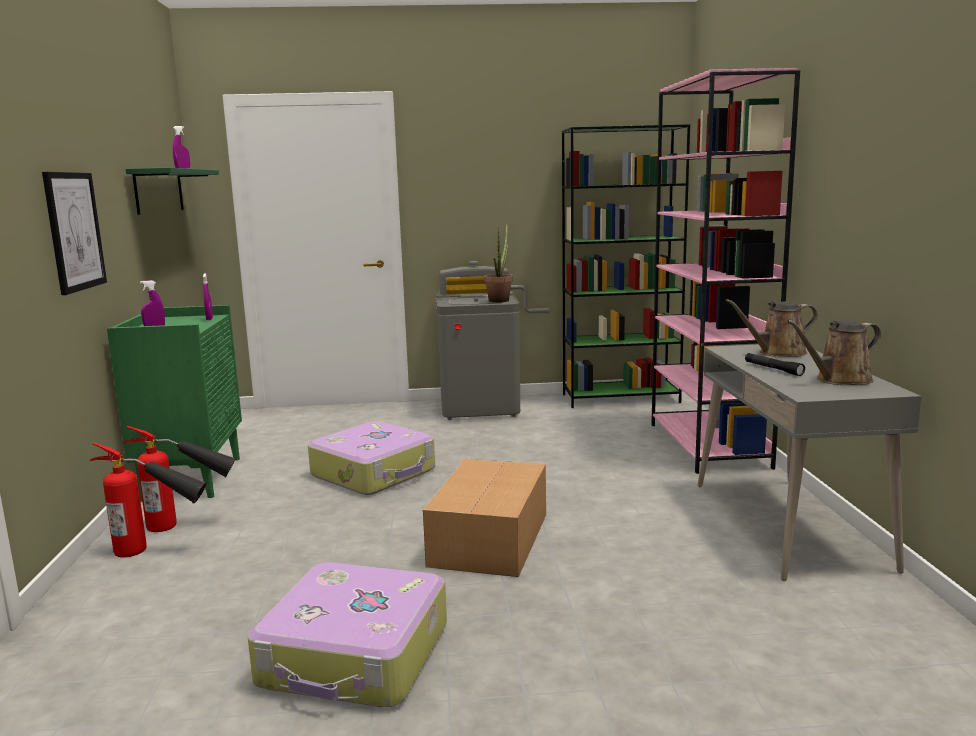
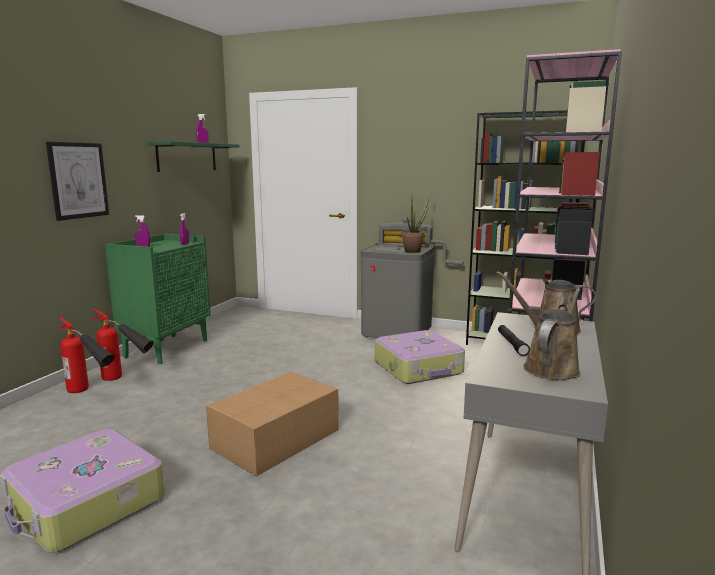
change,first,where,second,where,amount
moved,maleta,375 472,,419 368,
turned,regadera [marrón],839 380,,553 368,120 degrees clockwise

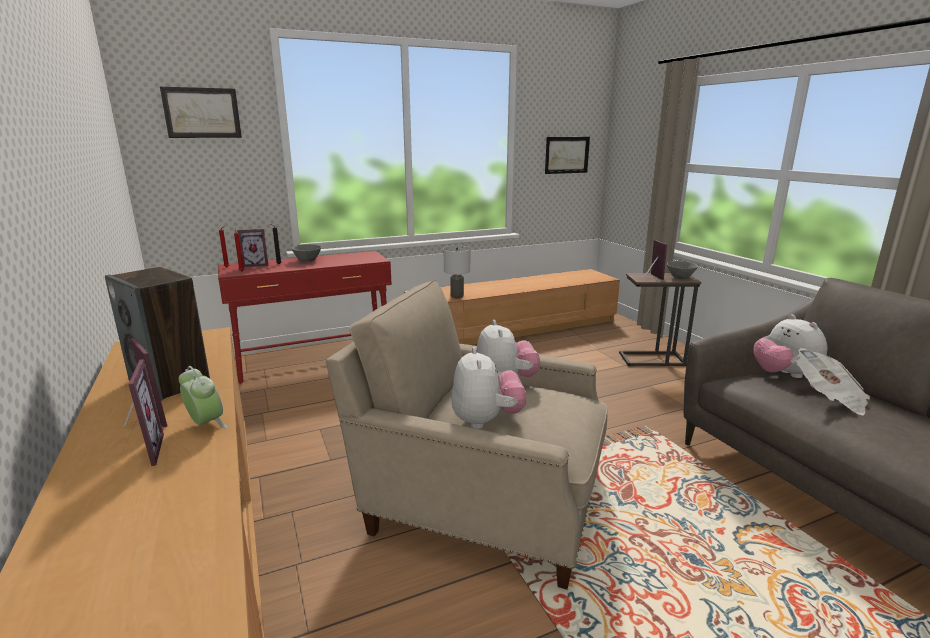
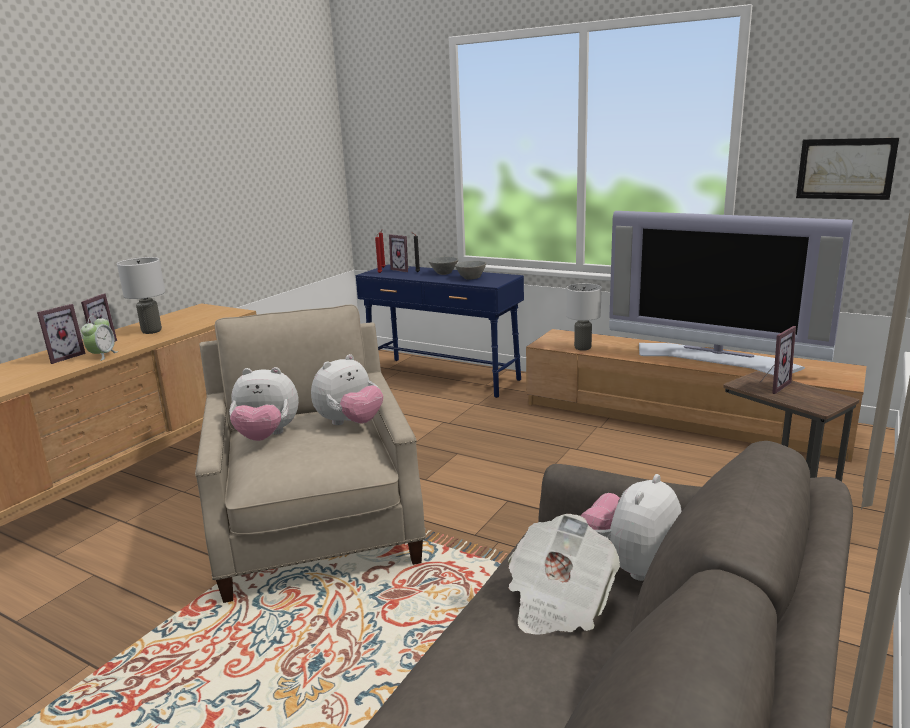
change,first,where,second,where,amount
removed,cuadro,202 113,,,
added,,,televisor,714 358,
moved,cuenco [gris],679 277,,470 278,
replaced,altavoz,170 382,lámpara de mesa [blanco],152 332,
recoloured,mesa consola [rojo],315 361,mesa consola [azul],442 378,
turned,peluche,486 421,,267 436,45 degrees clockwise

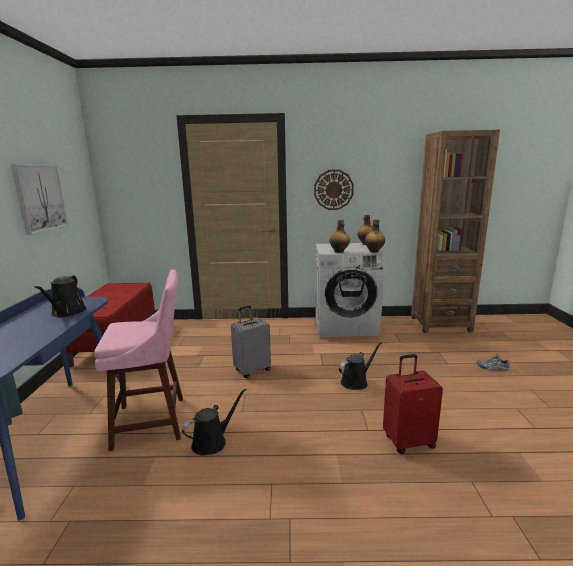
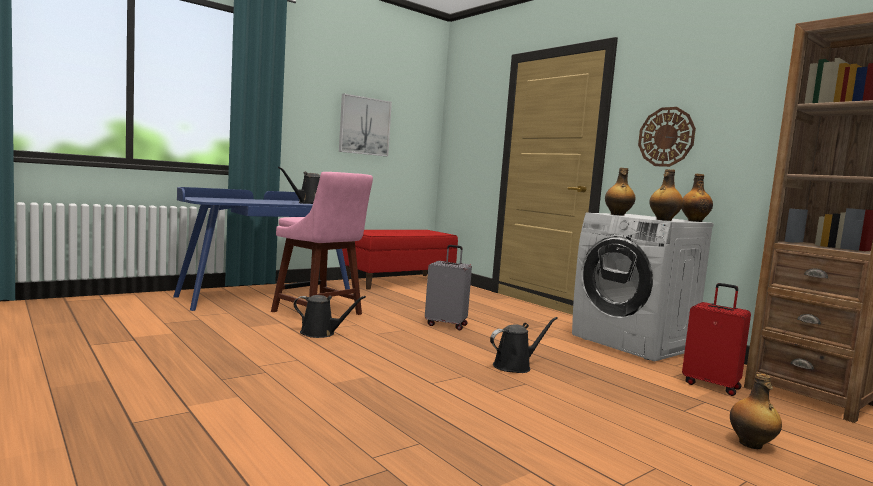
change,first,where,second,where,amount
moved,maleta [rojo],408 441,,711 385,
replaced,zapato,492 368,botella,751 444,
turned,regadera [negro],356 382,,515 366,45 degrees counterclockwise

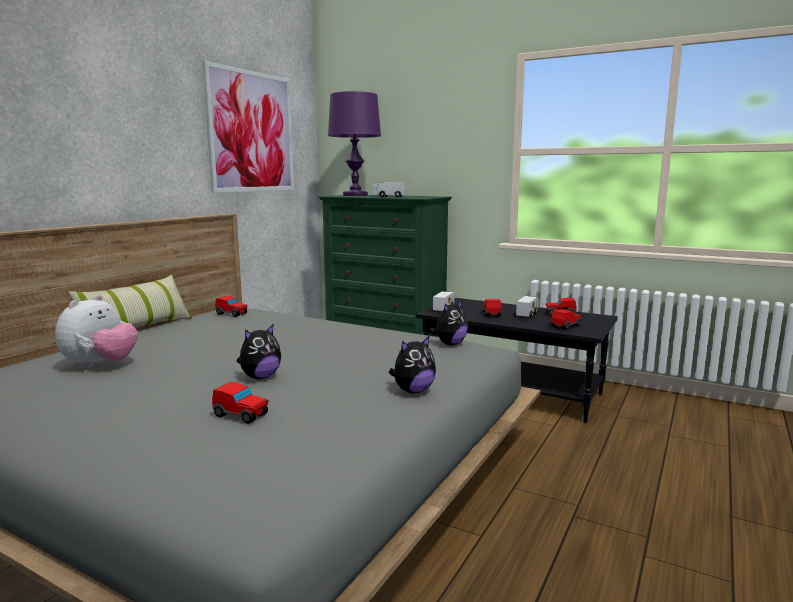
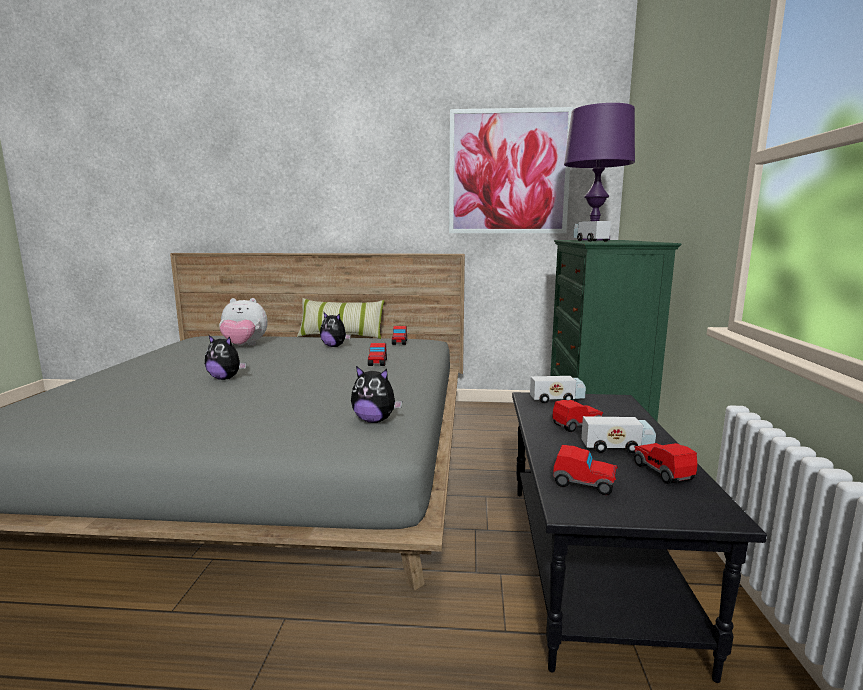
change,first,where,second,where,amount
moved,coche de juguete,241 415,,377 363,
moved,peluche,413 391,,334 346,

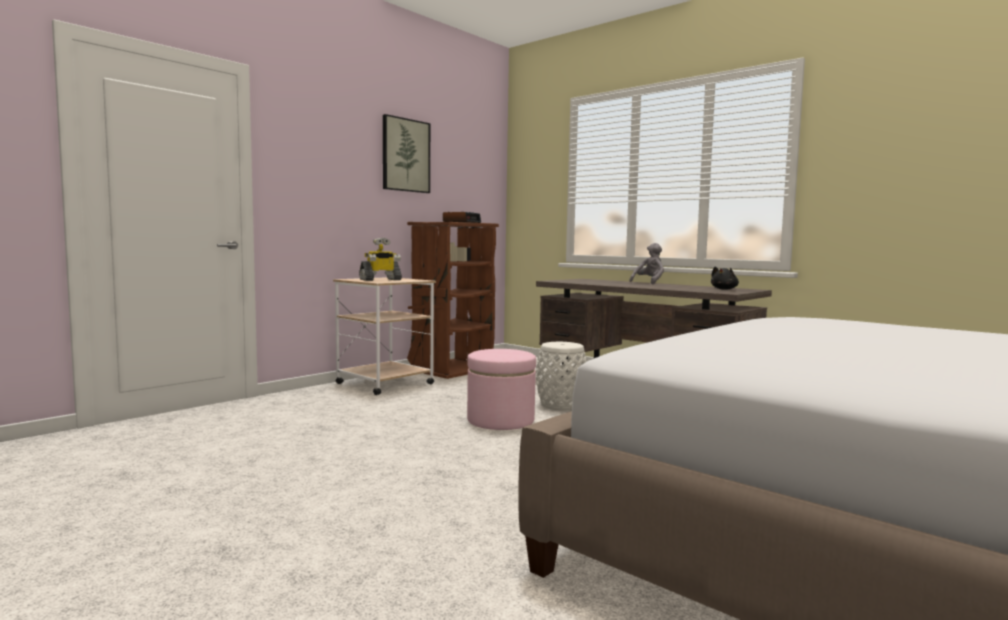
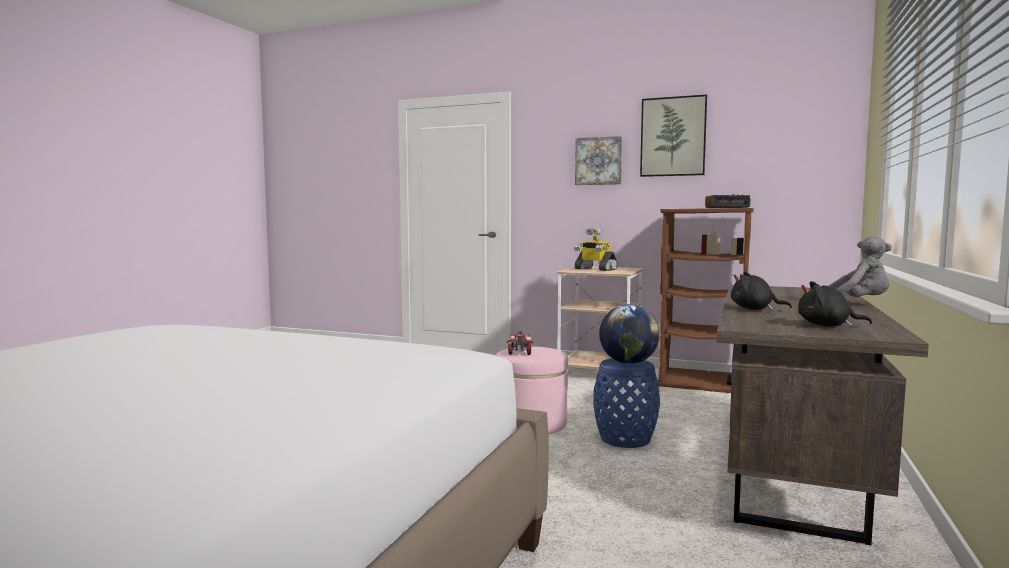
change,first,where,second,where,amount
added,,,coche de juguete,520 351,
added,,,cuadro,598 161,
added,,,globo terráqueo,628 363,
added,,,peluche [negro],755 309,
recoloured,taburete [blanco],560 405,taburete [azul],625 439,

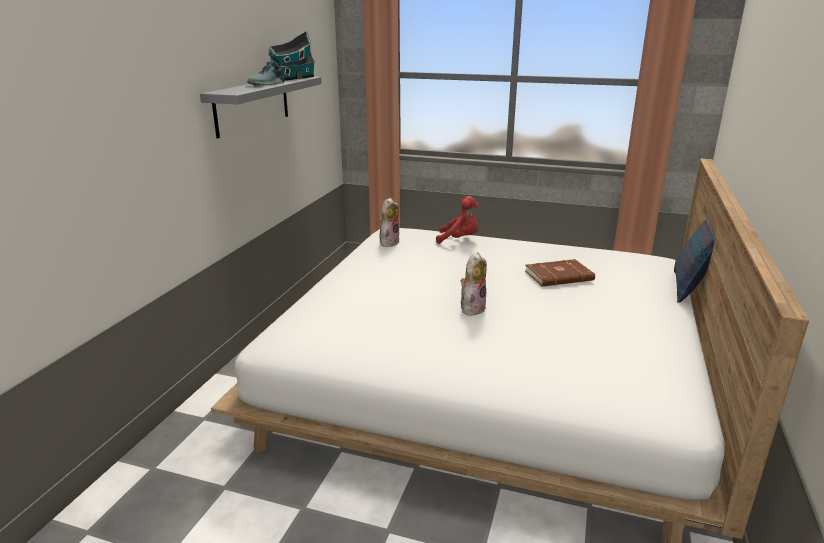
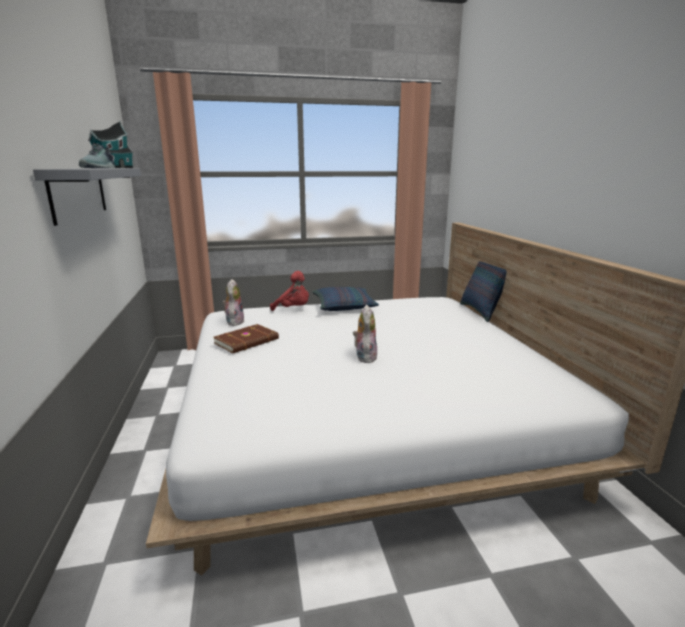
change,first,where,second,where,amount
added,,,cojín [azul],344 307,
moved,libro [marrón],560 276,,247 341,
turned,peluche [rojo],459 239,,293 309,45 degrees clockwise

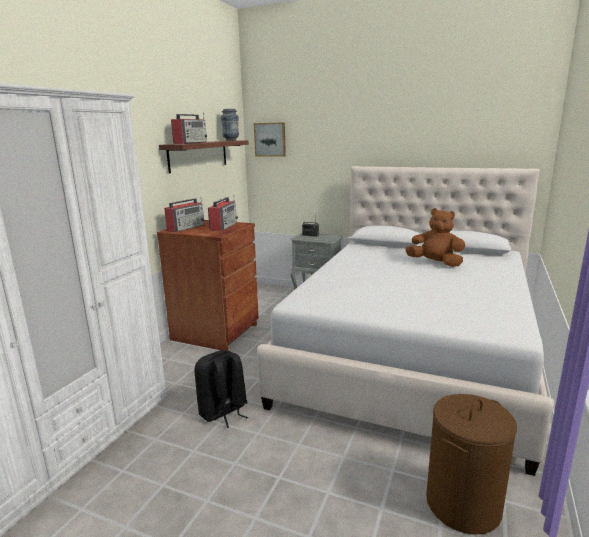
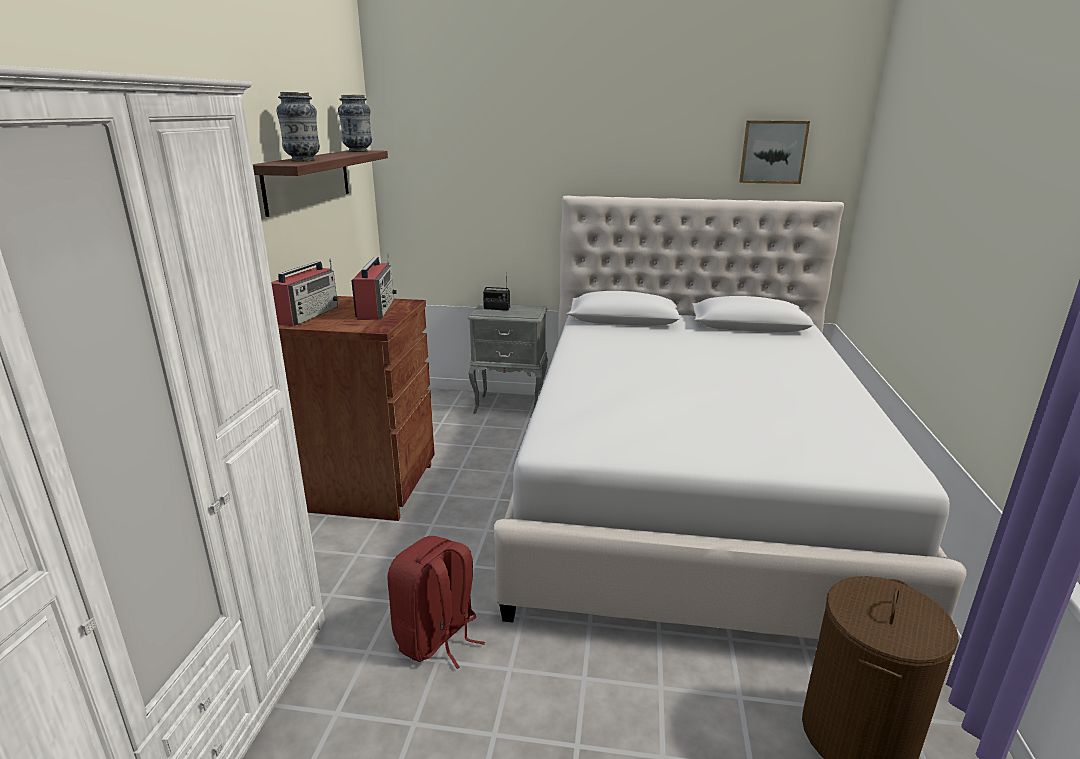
change,first,where,second,where,amount
removed,peluche [marrón],435 263,,,
moved,cuadro,270 139,,773 152,
replaced,radio,191 143,florero,303 160,
recoloured,mochila [negro],223 412,mochila [rojo],437 638,

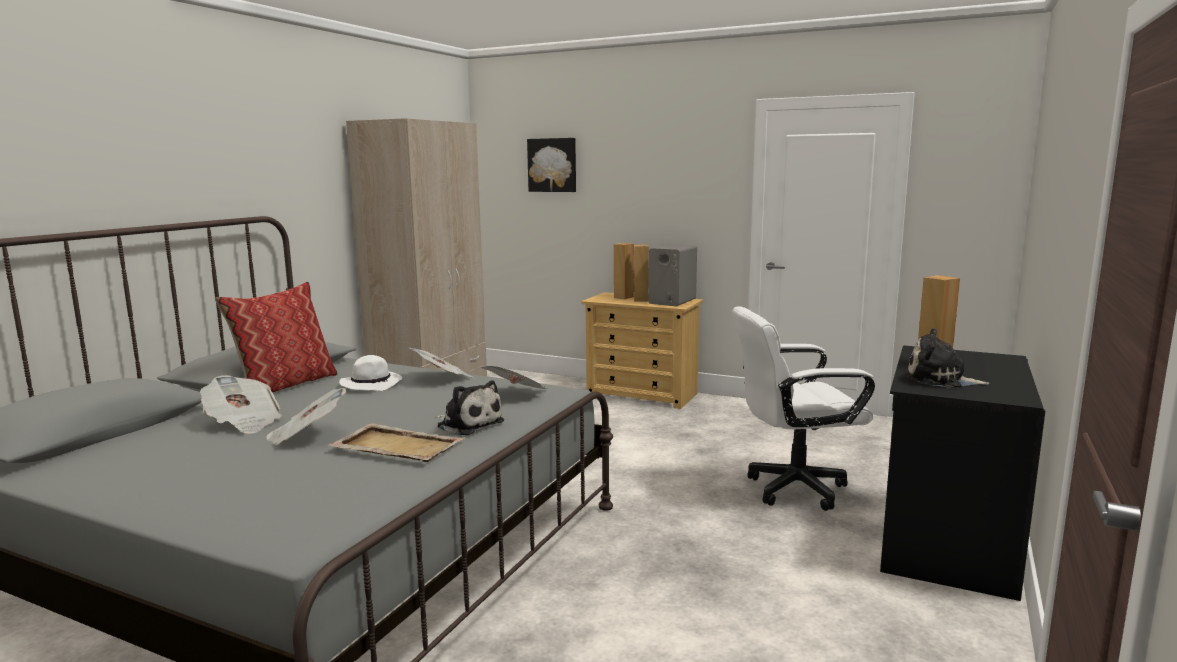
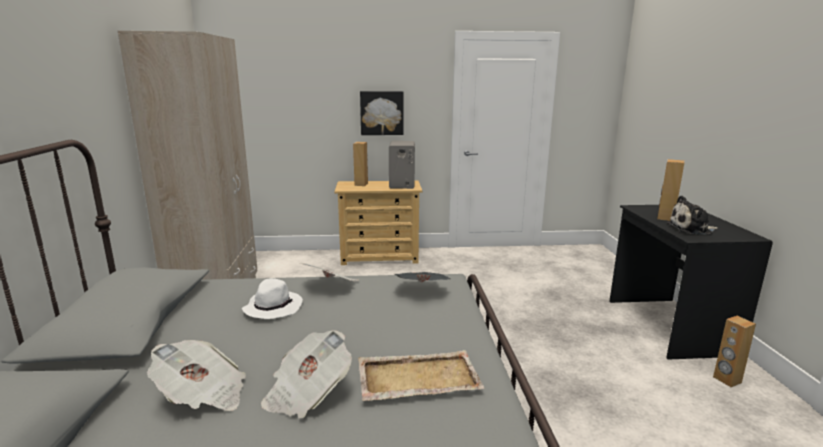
change,first,where,second,where,amount
removed,cojín,285 385,,,
removed,peluche,468 424,,,
removed,silla de oficina [blanco],791 491,,,
moved,cuadro,552 165,,381 113,
moved,altavoz [marrón],641 300,,726 380,

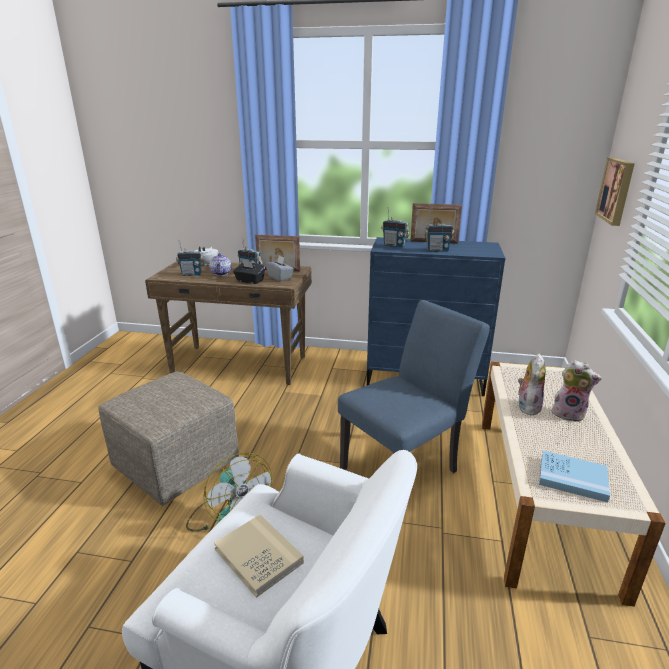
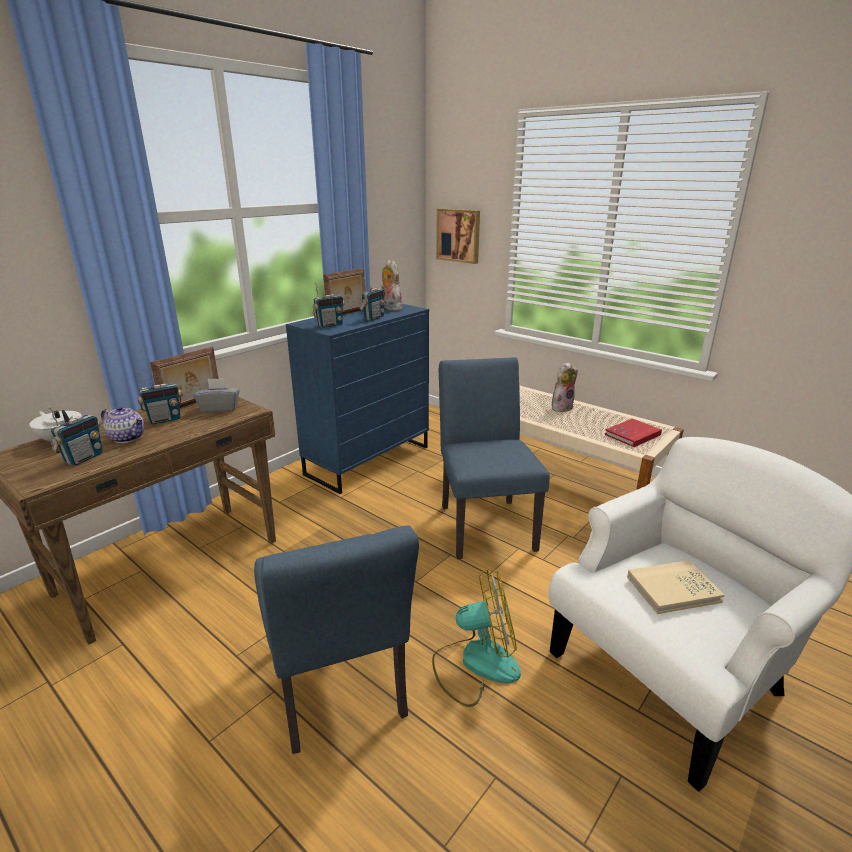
change,first,where,second,where,amount
removed,caja de pañuelos [negro],249 281,,,
moved,peluche,527 406,,390 308,
replaced,puf [beis],175 465,silla [azul],339 691,
recoloured,libro [azul],572 478,libro [rojo],632 435,

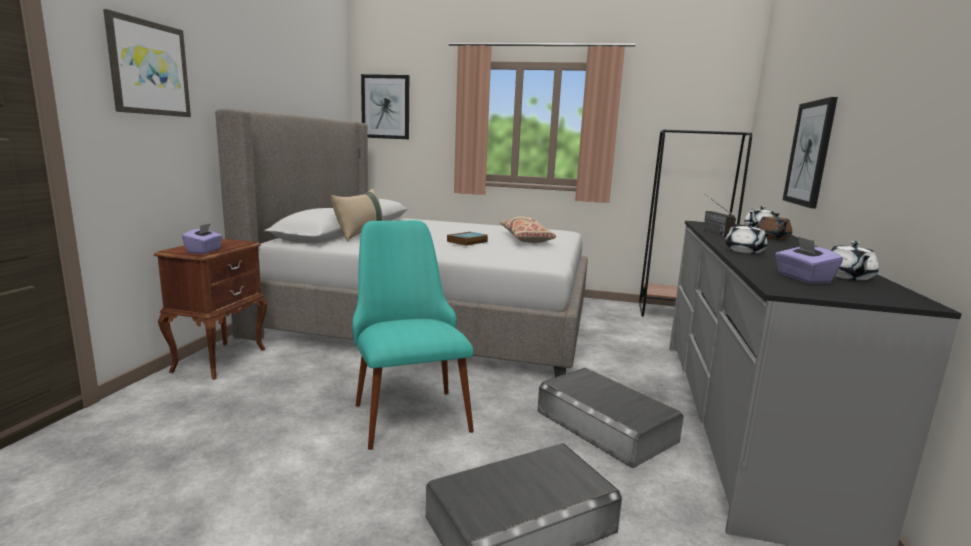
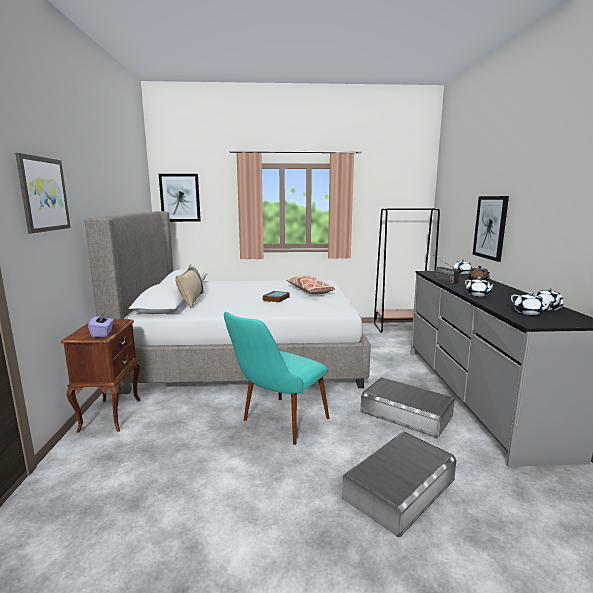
change,first,where,second,where,amount
replaced,caja de pañuelos [morado],802 278,tetera [blanco],529 313,
turned,silla [turquesa],407 407,,277 425,105 degrees counterclockwise

